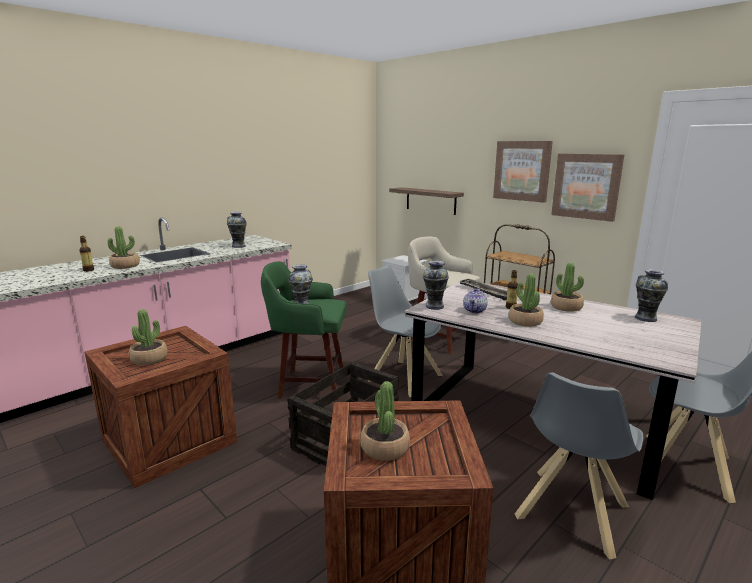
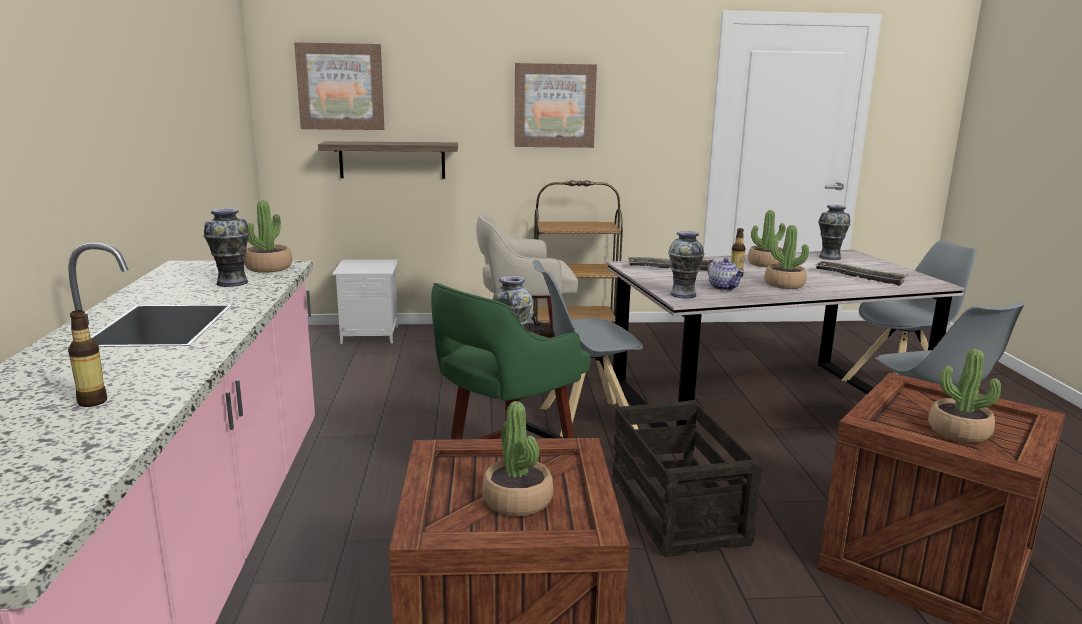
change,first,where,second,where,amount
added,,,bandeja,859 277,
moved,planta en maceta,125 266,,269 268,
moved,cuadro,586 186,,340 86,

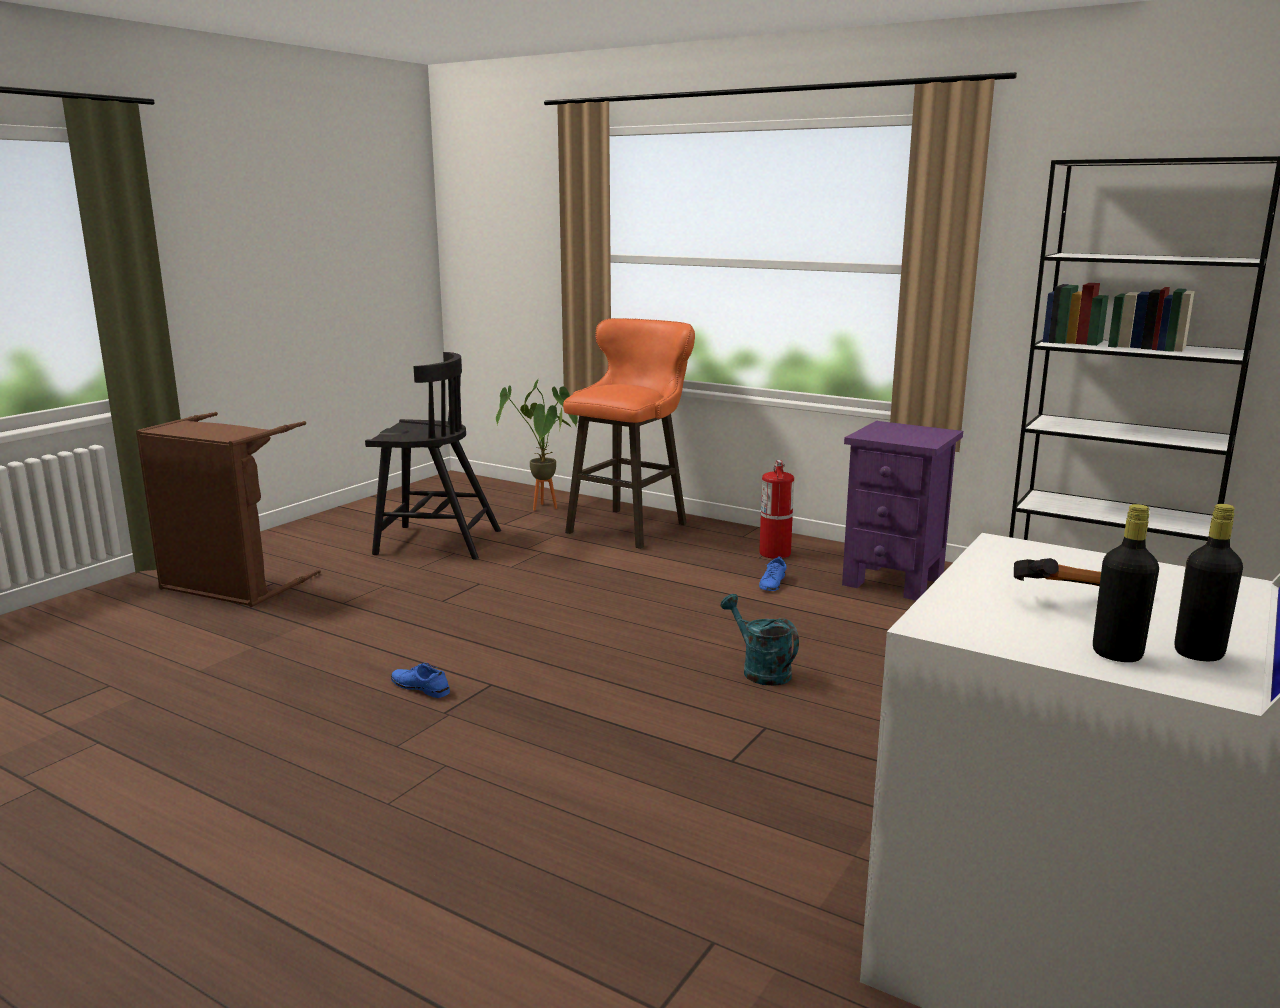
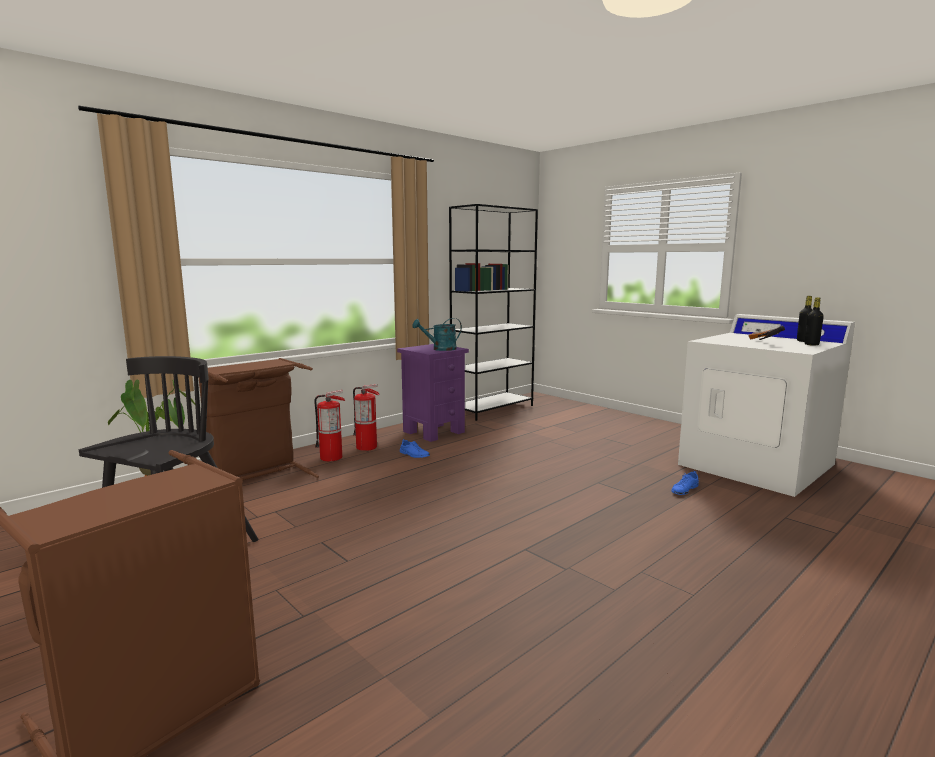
change,first,where,second,where,amount
added,,,extintor,331 457,
moved,zapato [azul],420 687,,684 489,
moved,regadera [turquesa],760 670,,440 349,
replaced,taburete [naranja],630 526,cesto de la ropa [marrón],259 476,

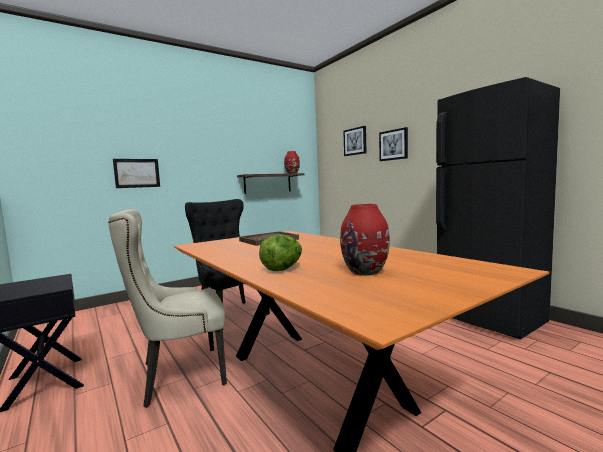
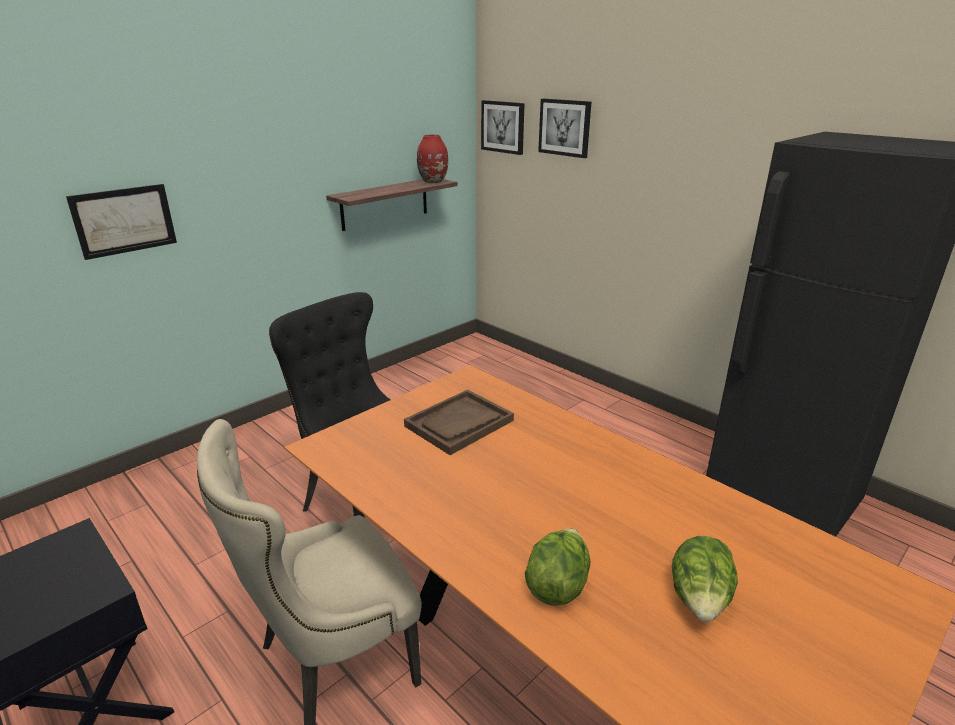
change,first,where,second,where,amount
moved,cuadro,393 145,,503 127,
replaced,florero [rojo],365 272,lechuga,699 600,

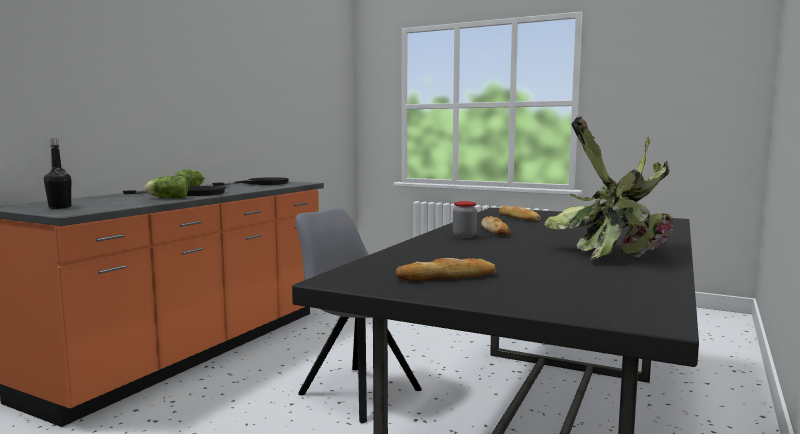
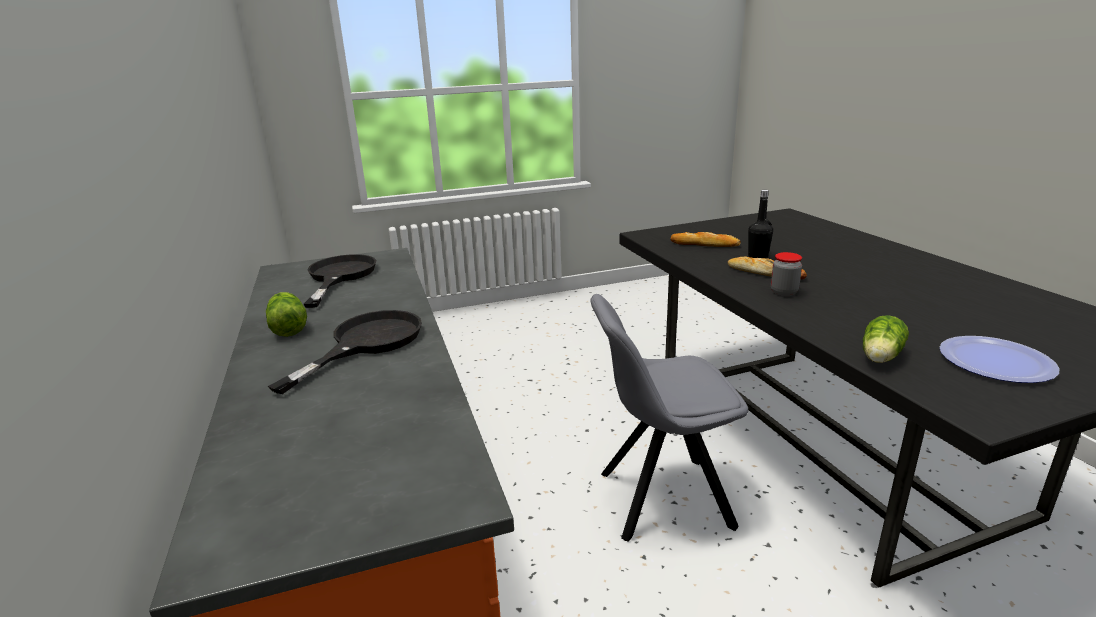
change,first,where,second,where,amount
removed,planta en maceta,615 253,,,
moved,botella [negro],60 207,,757 257,
moved,lechuga,167 198,,879 357,
replaced,pan,447 277,plato,995 361,

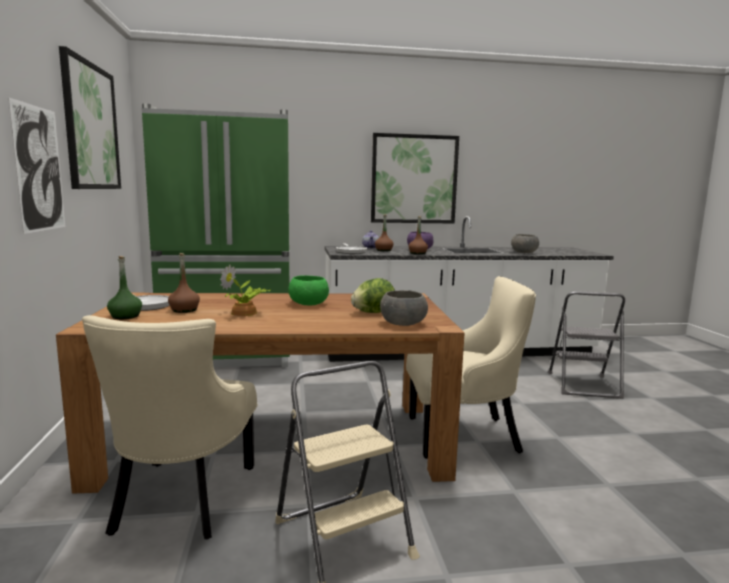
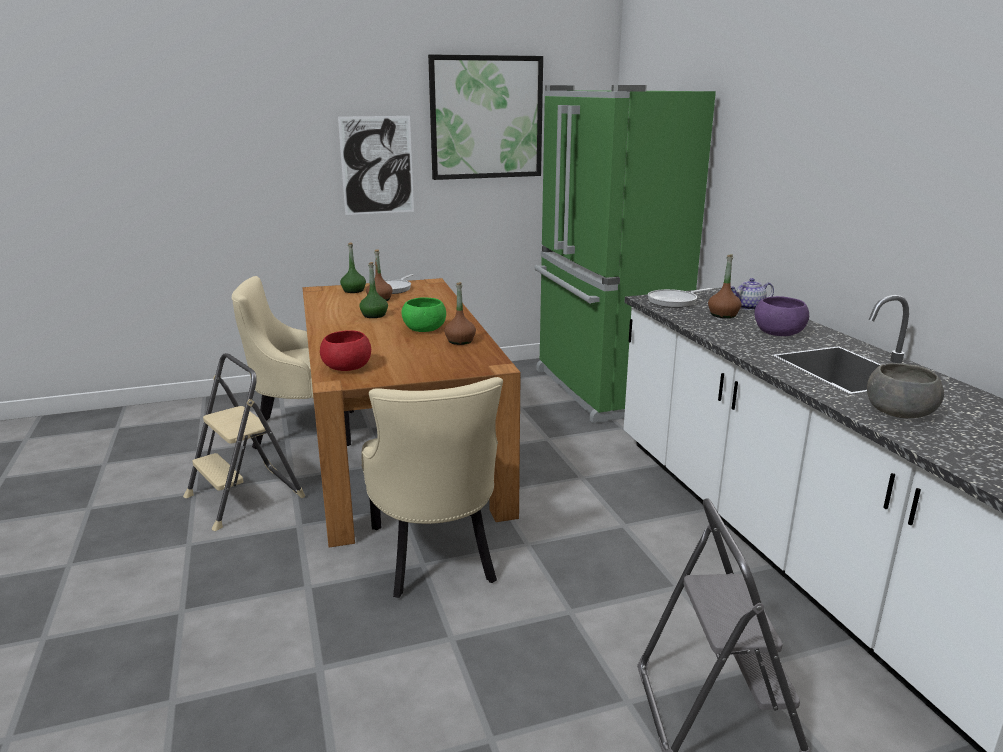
change,first,where,second,where,amount
removed,lechuga,373 313,,,
removed,cuadro,414 179,,,
moved,botella [marrón],417 253,,460 341,
replaced,planta en maceta,244 313,botella [verde],374 315,
recoloured,cuenco [gris],402 323,cuenco [rojo],346 367,

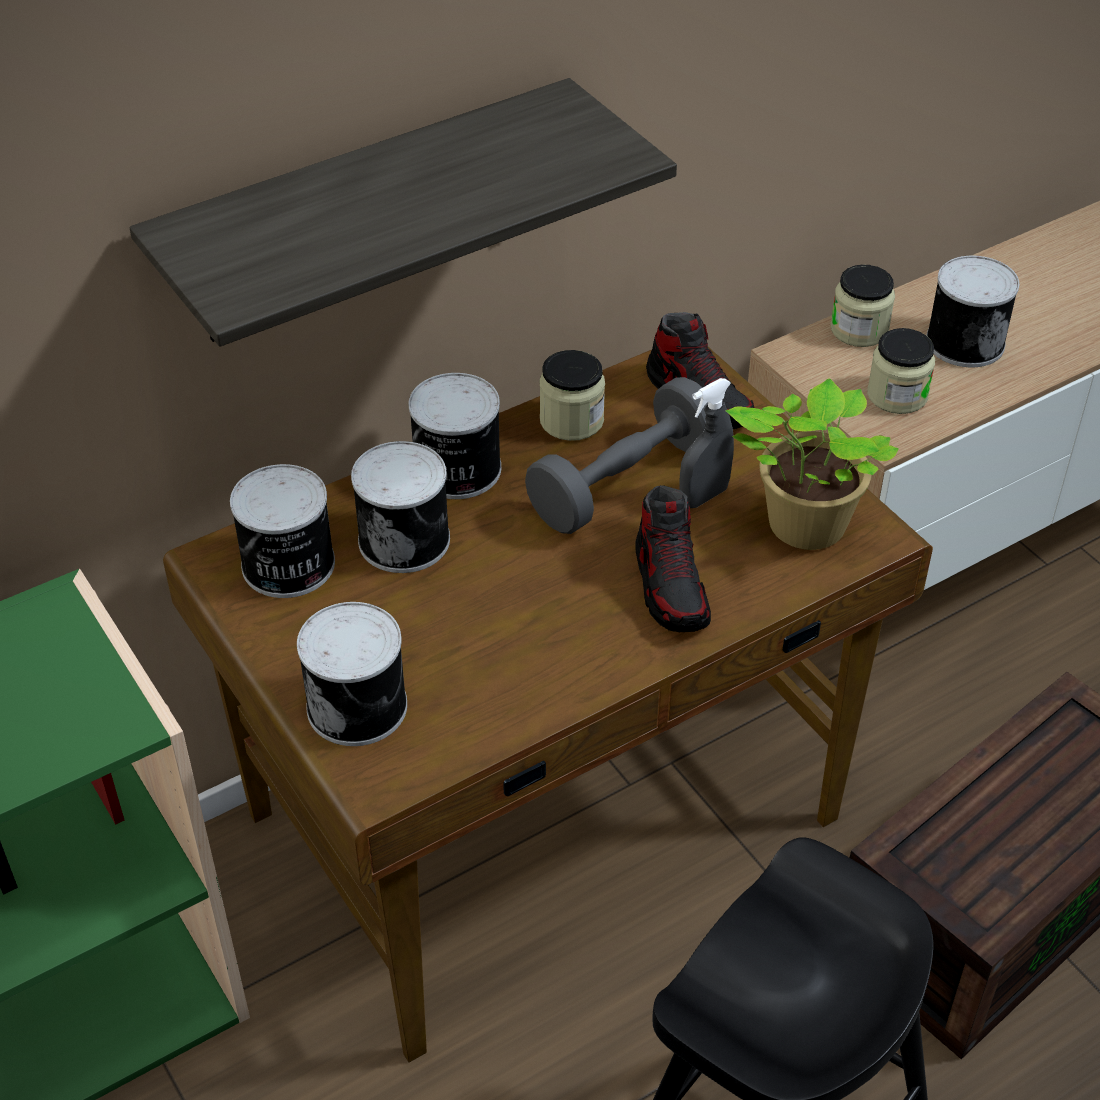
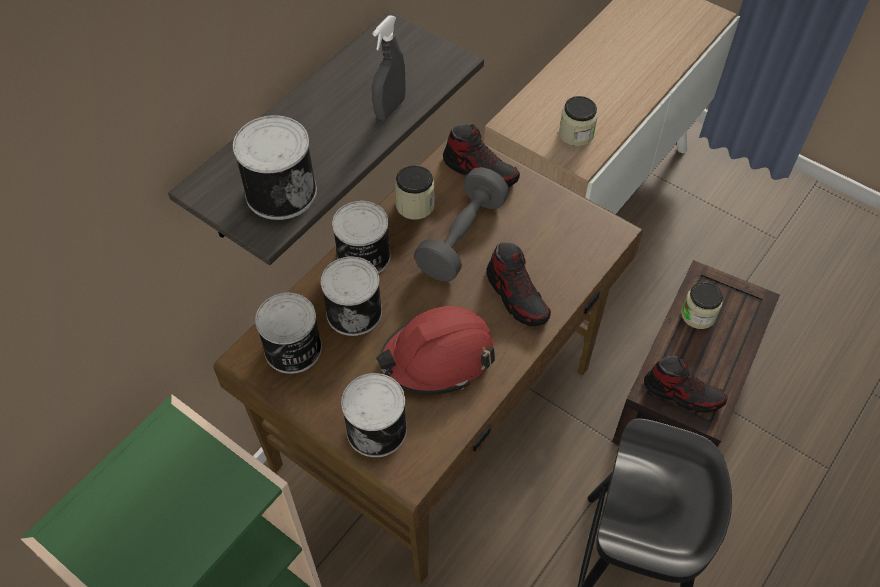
change,first,where,second,where,amount
removed,planta en maceta,801 527,,,
added,,,casco [rojo],437 357,
added,,,zapato,682 393,
moved,pulverizador [gris],703 496,,390 108,
moved,tarro,859 330,,698 315,
moved,lata,964 341,,280 191,

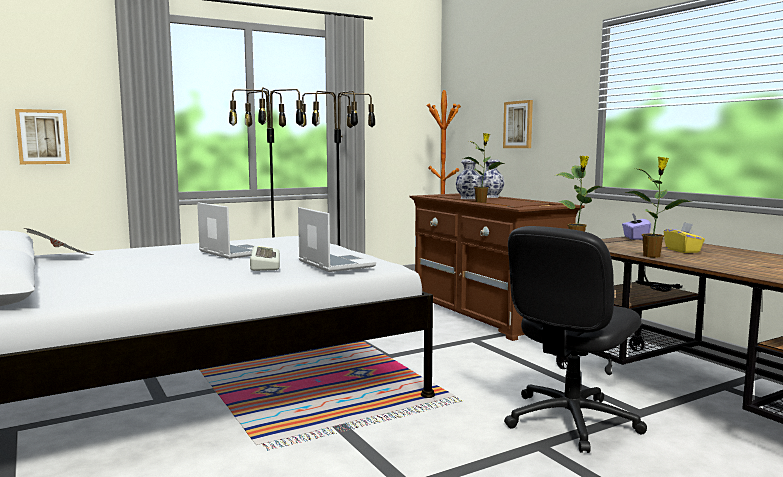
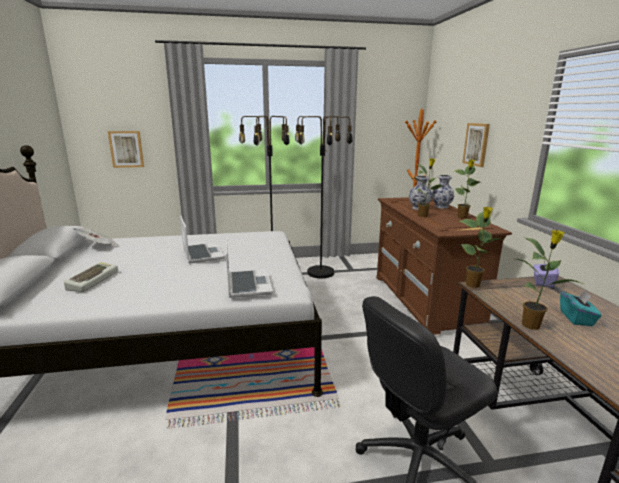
change,first,where,second,where,amount
added,,,planta en maceta,462 217,
moved,teclado,263 264,,92 280,
recoloured,caja de pañuelos [amarillo],683 250,caja de pañuelos [turquesa],576 318,

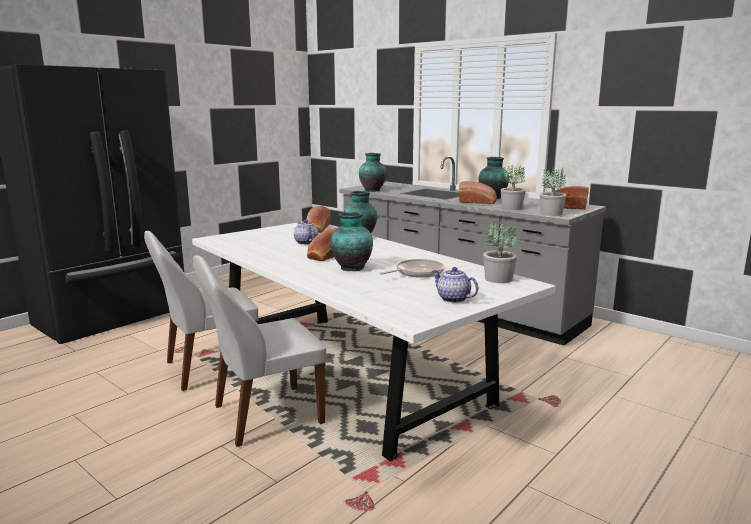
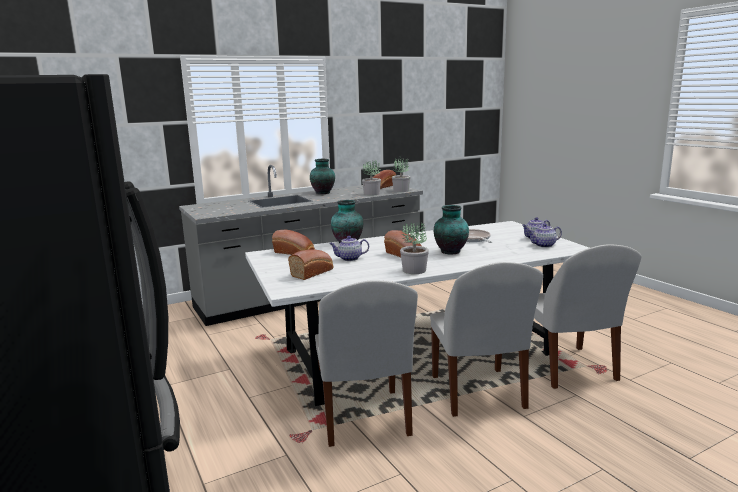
change,first,where,second,where,amount
removed,florero,373 190,,,
added,,,tetera,543 245,
added,,,silla [blanco],568 369,
moved,pan,478 202,,313 272,
moved,planta en maceta,498 279,,414 270,

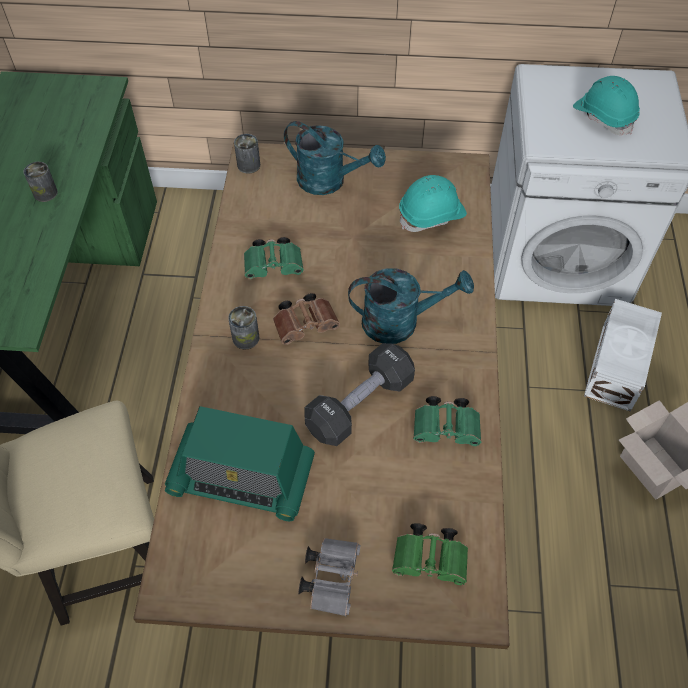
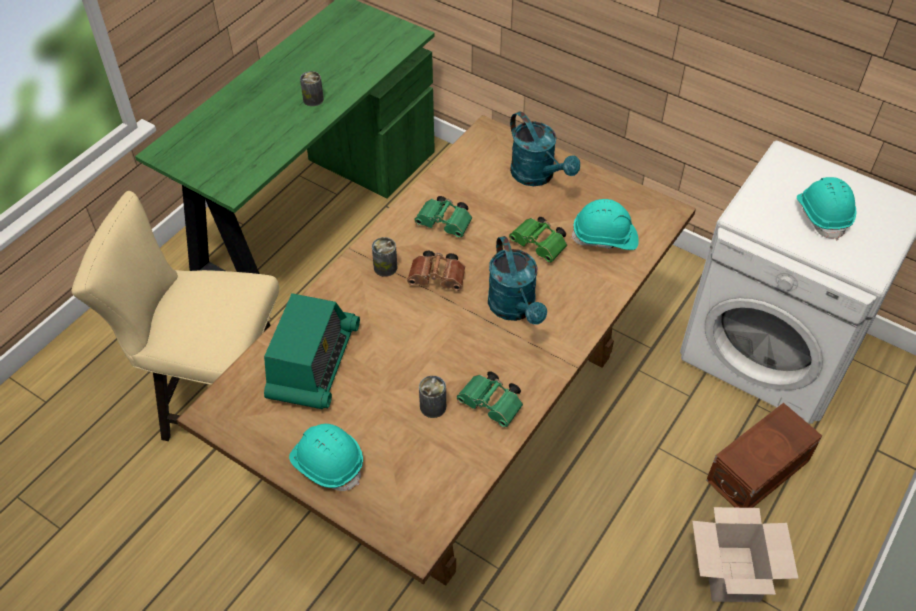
change,first,where,second,where,amount
removed,mancuerna [negro],359 404,,,
moved,lata,248 165,,433 406,
moved,prismáticos [verde],432 560,,540 246,
replaced,prismáticos [gris],331 577,casco [turquesa],327 463,
recoloured,caja de almacenaje [blanco],618 366,caja de almacenaje [marrón],760 471,
turned,radio,242 476,,313 363,120 degrees counterclockwise
turned,regadera [turquesa],400 322,,515 309,45 degrees clockwise

